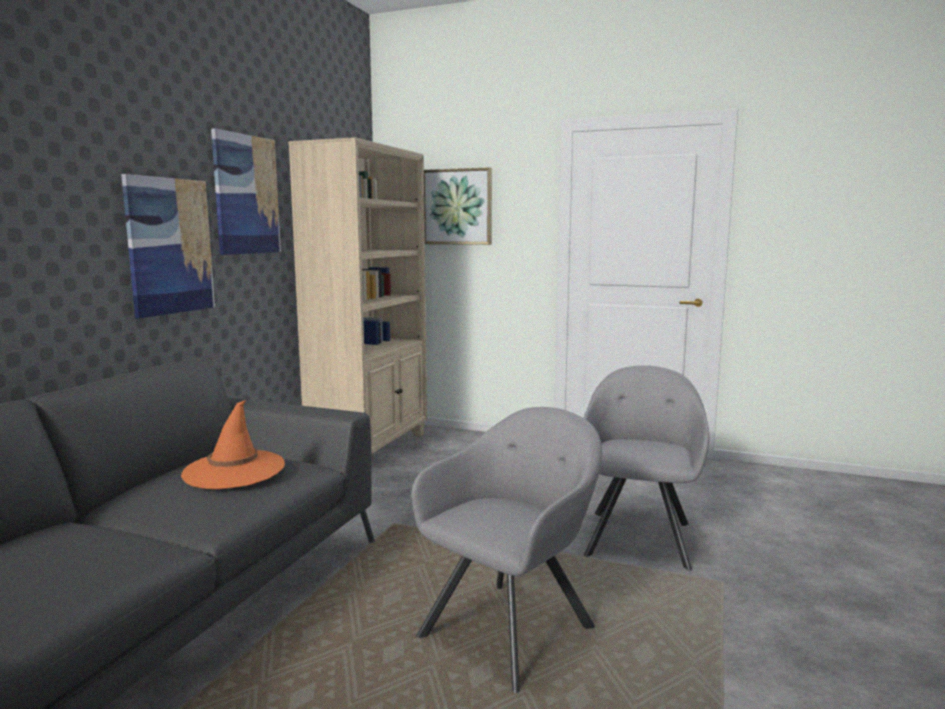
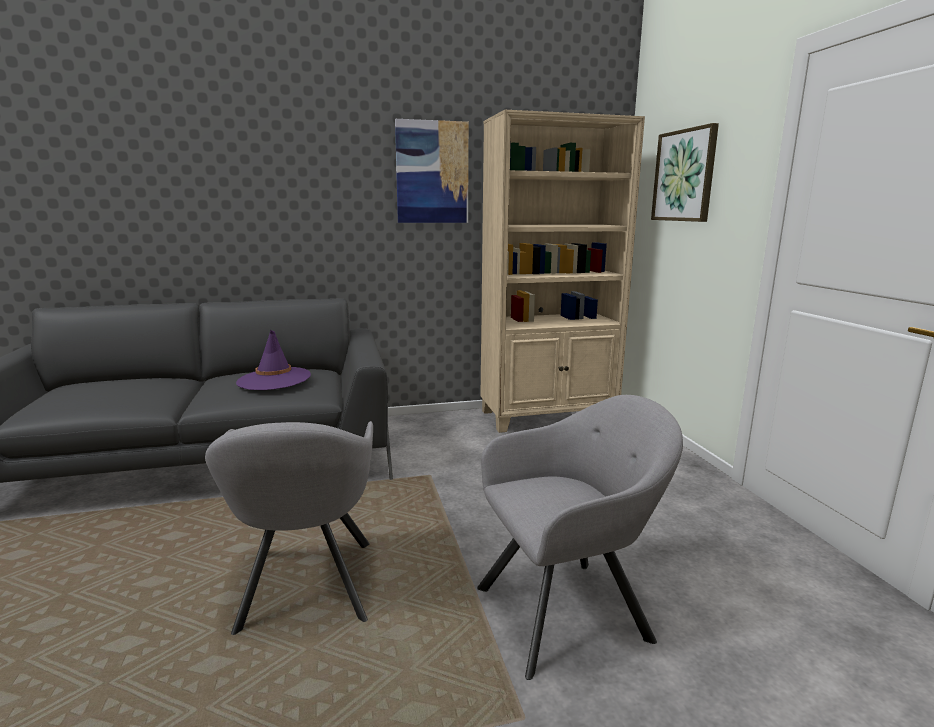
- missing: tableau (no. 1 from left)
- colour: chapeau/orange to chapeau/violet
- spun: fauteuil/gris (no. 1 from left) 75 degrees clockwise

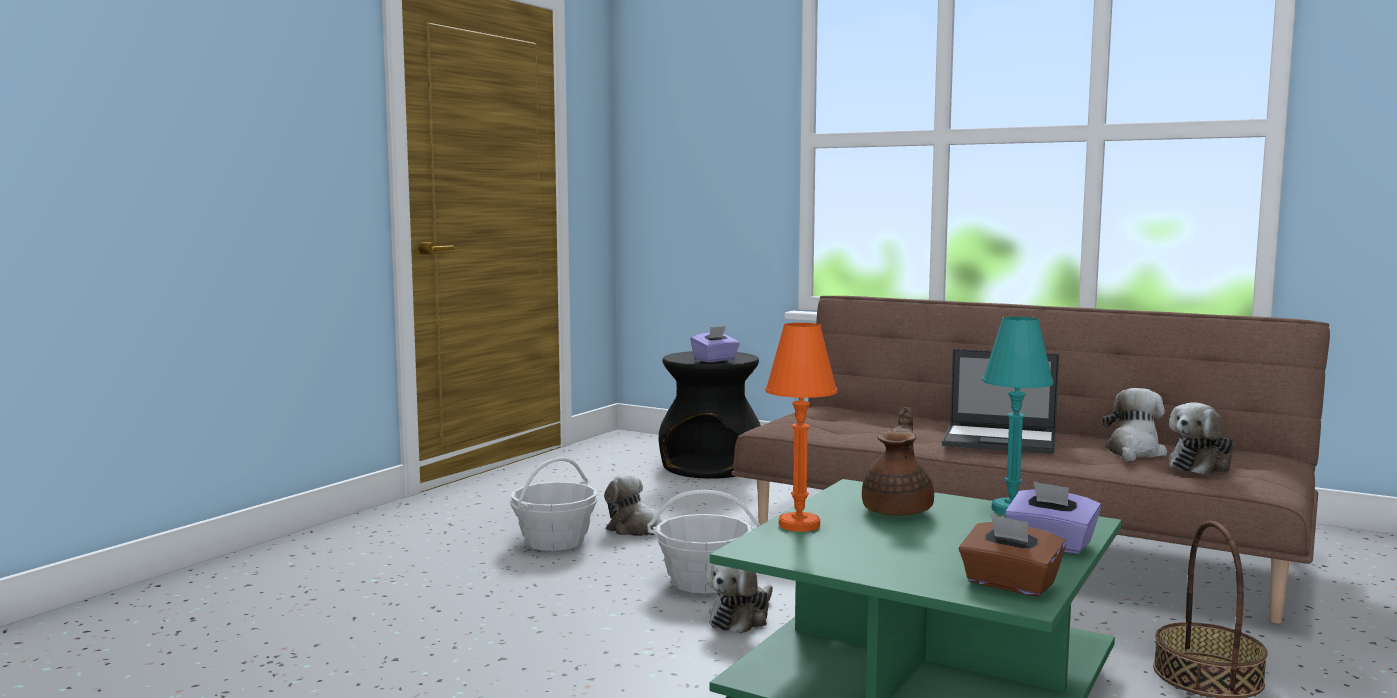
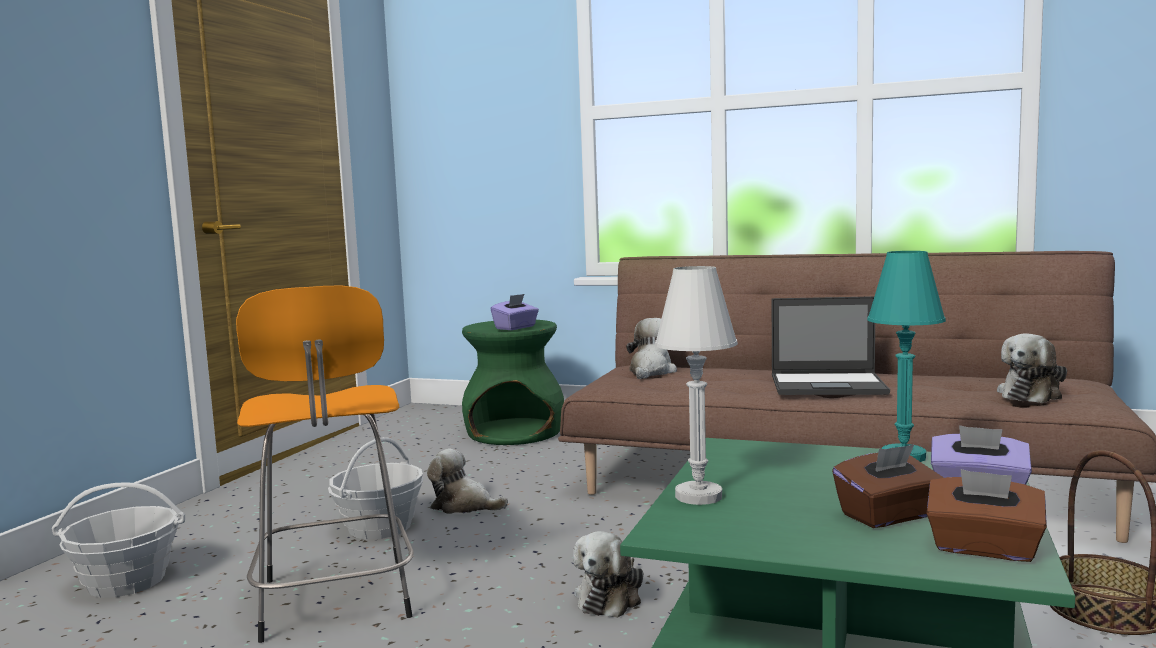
- missing: théière/marron
- appeared: tabouret/orange
- appeared: boîte à mouchoirs/marron (no. 1 from left)
- relocated: panier (no. 2 from left in the first image) to panier (no. 1 from left)
- relocated: peluche (no. 3 from left)
- colour: tabouret/noir to tabouret/vert
- colour: lampe de table/orange to lampe de table/blanc

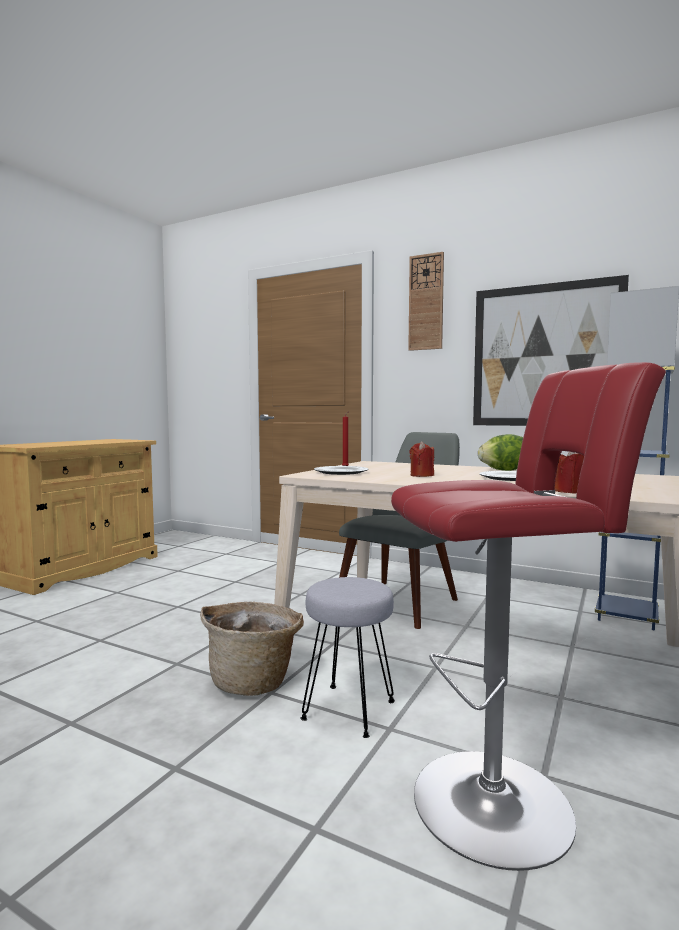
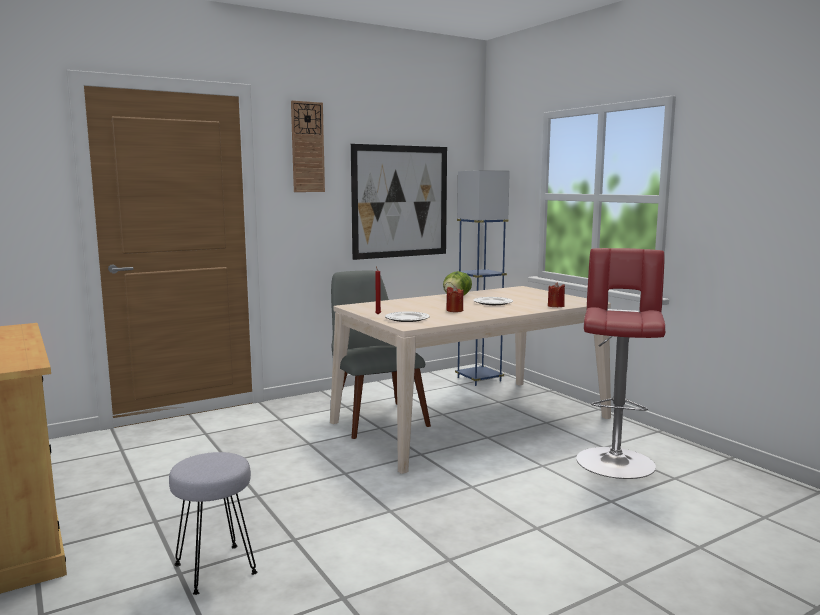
- missing: panier
- relocated: tabouret/gris

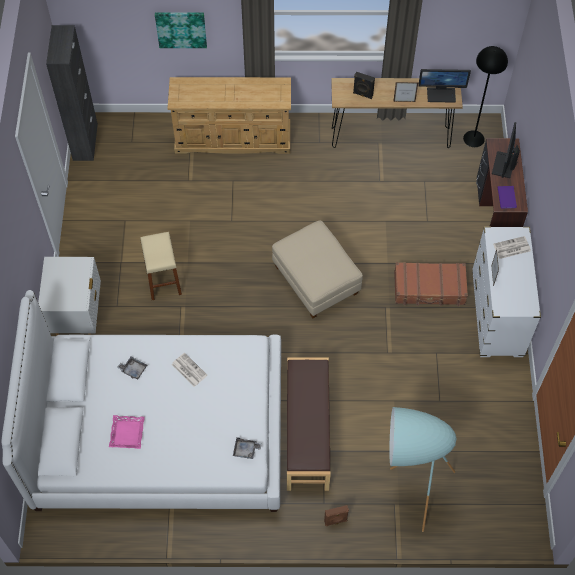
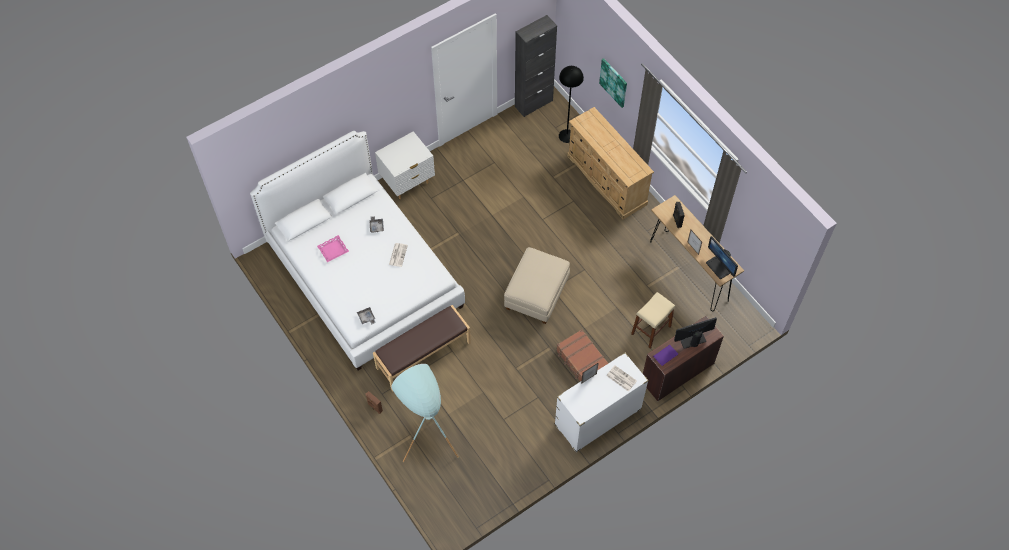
- relocated: tabouret/beige
- relocated: lampadaire/noir

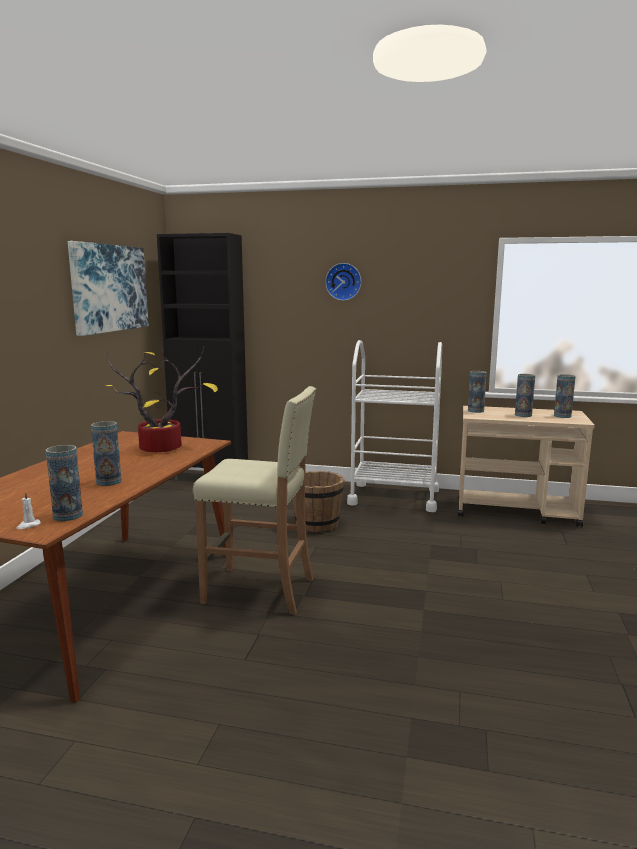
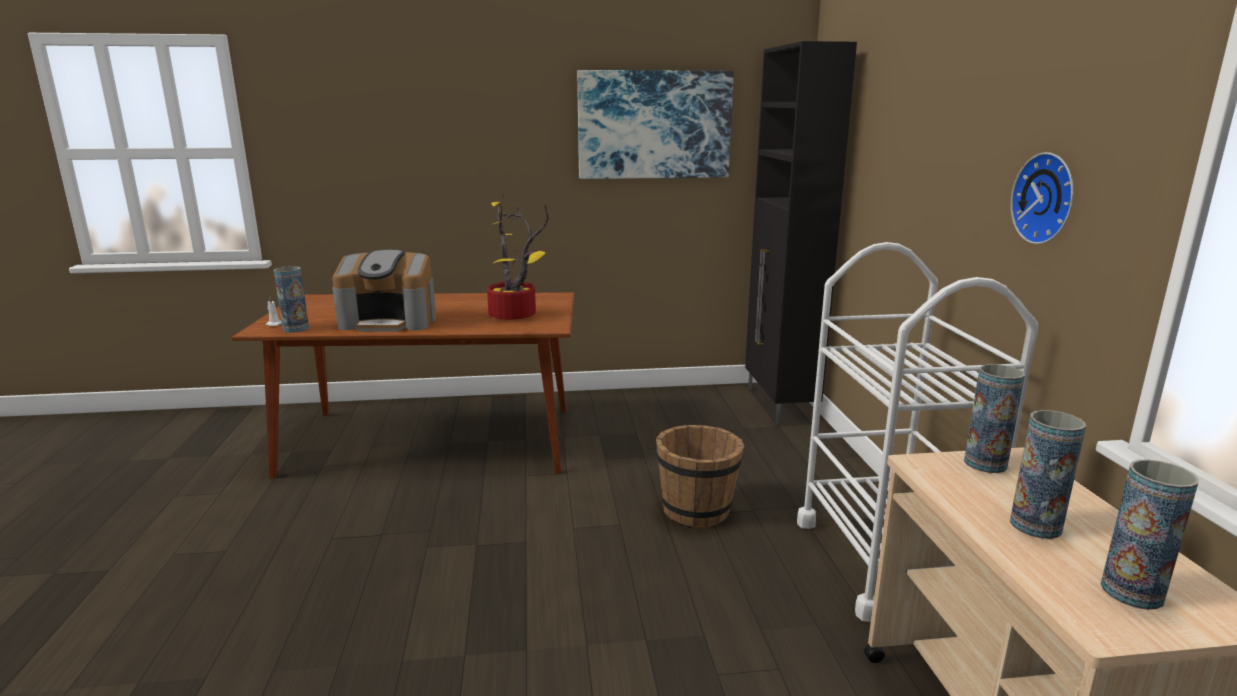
- missing: tabouret/beige
- relocated: horloge murale
- exchanged: vase (no. 2 from left) to machine à café

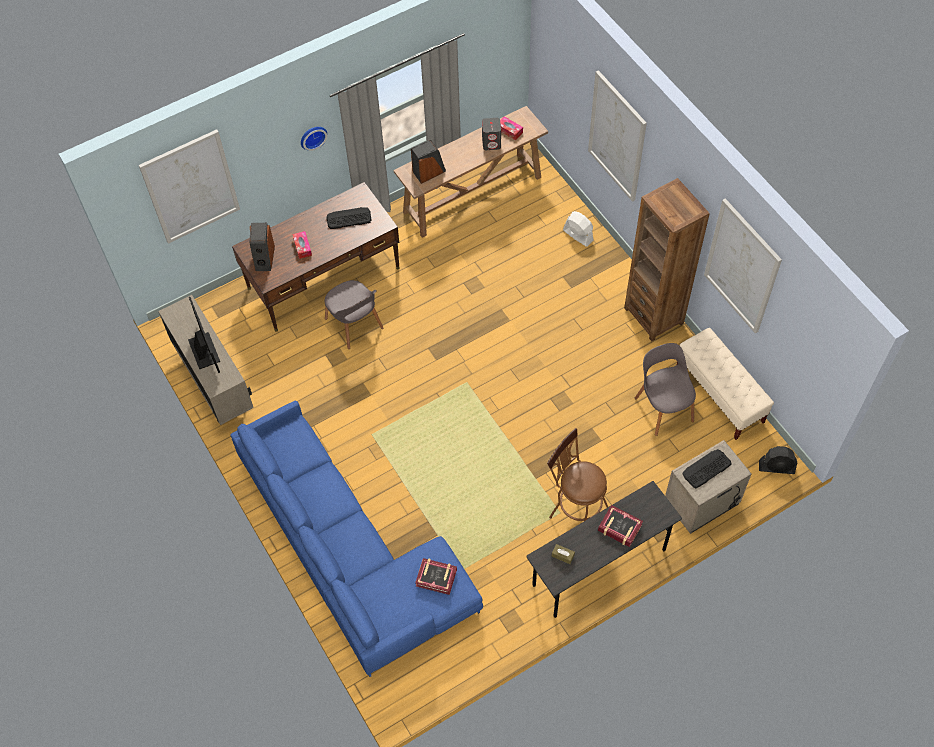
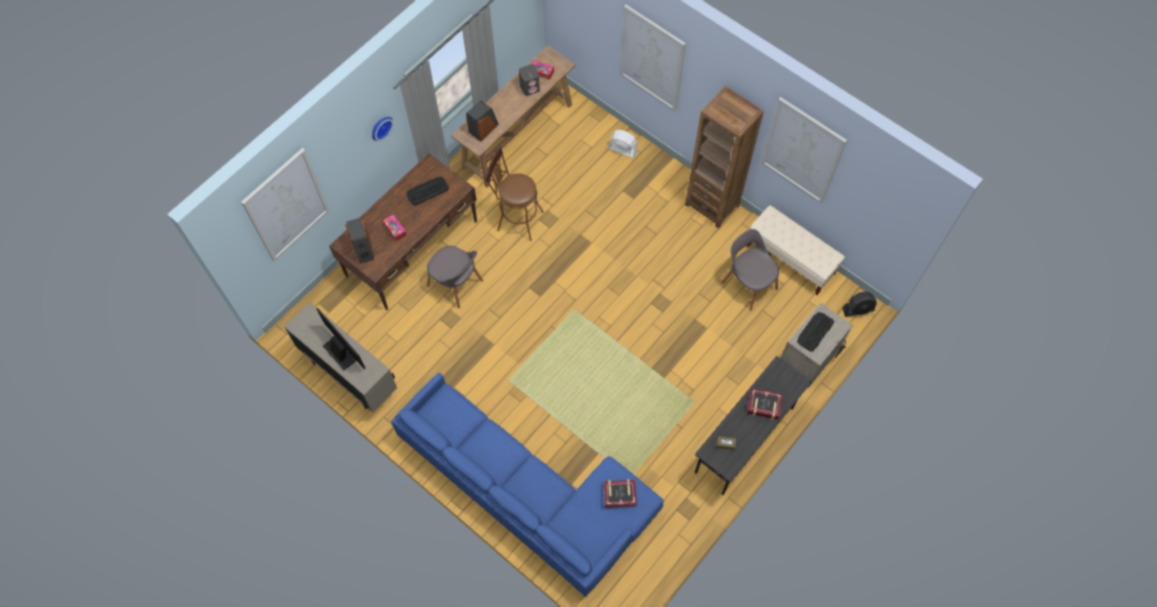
- relocated: tabouret/marron

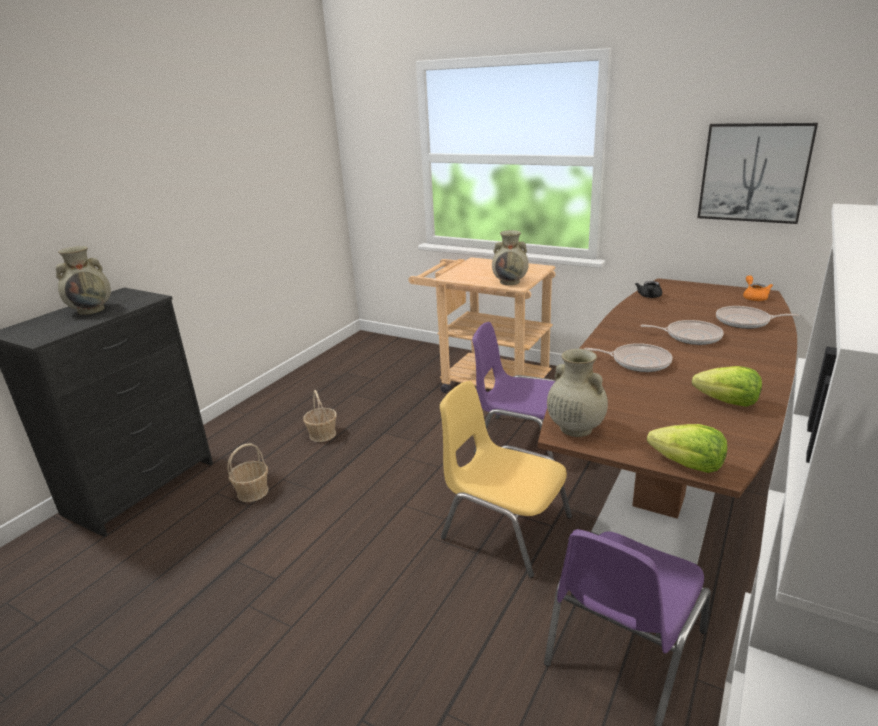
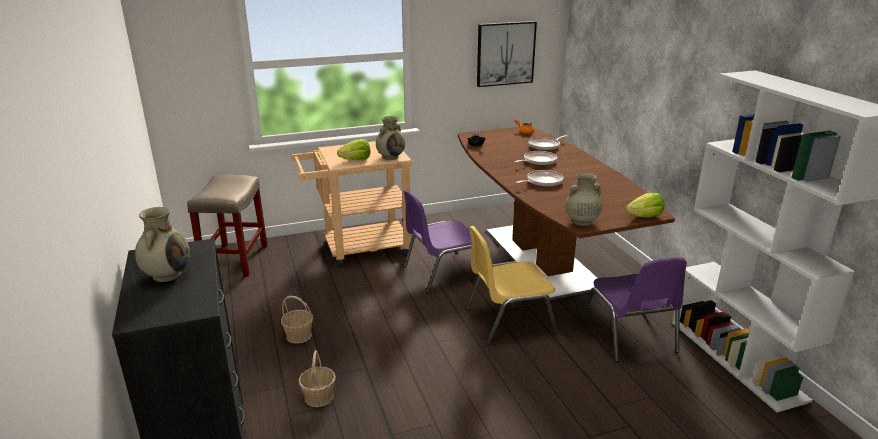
- appeared: tabouret/beige
- relocated: laitue (no. 2 from left in the first image) to laitue (no. 1 from left)

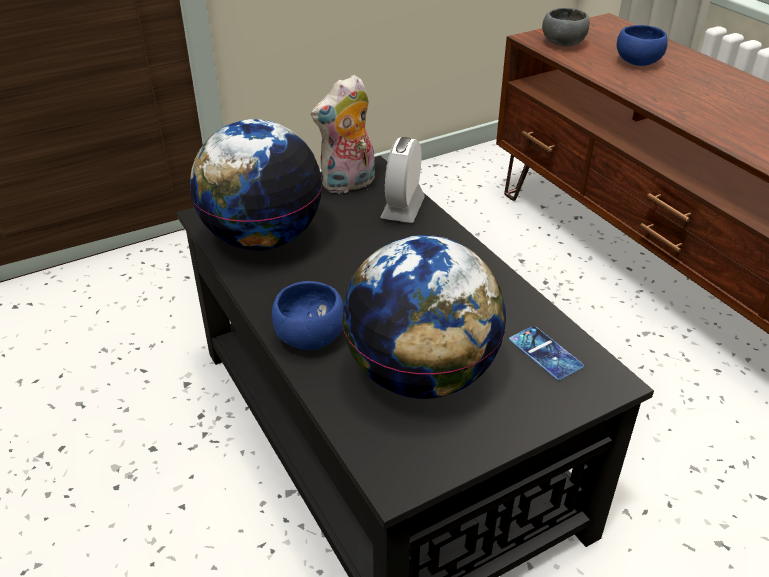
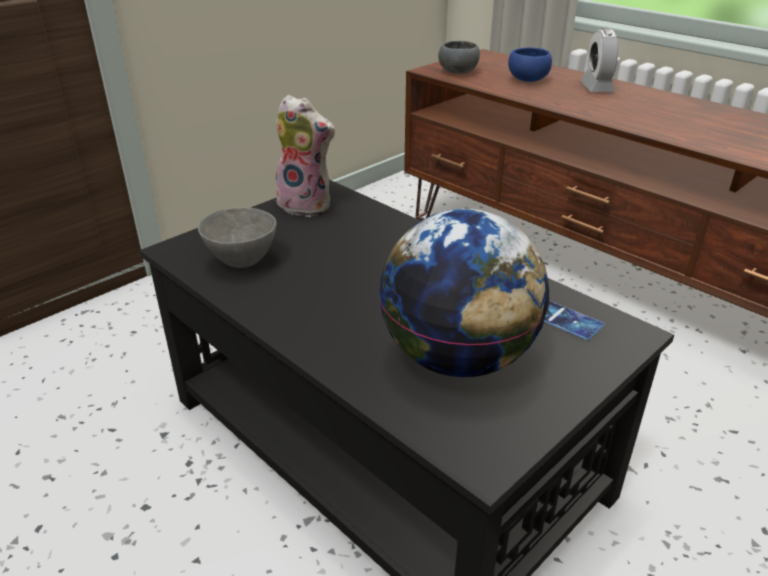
- missing: bol/bleu (no. 1 from left)
- relocated: réveil
- exchanged: globe (no. 1 from left) to bol/gris (no. 1 from left)
- spun: peluche 105 degrees counterclockwise

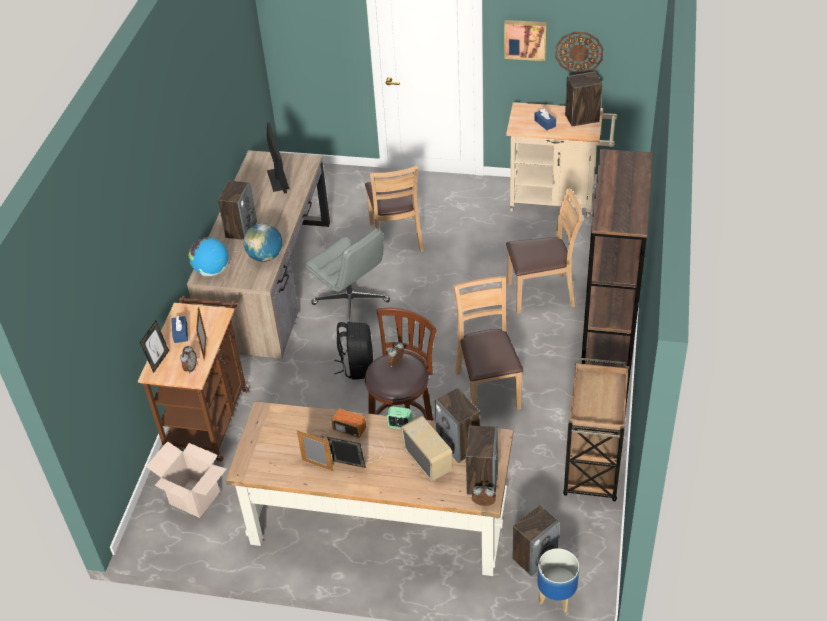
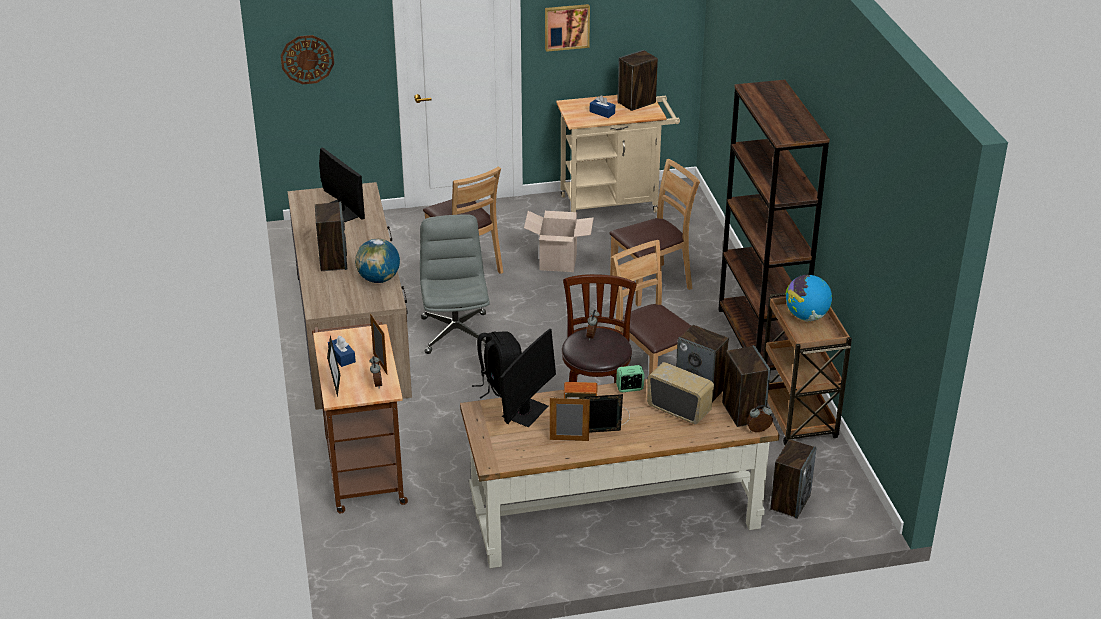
- missing: cache-pot
- appeared: écran d'ordinateur (no. 2 from left)
- relocated: carton
- relocated: globe (no. 1 from left in the first image) to globe (no. 2 from left)
- relocated: horloge murale
- spun: chaise de bureau/gris 120 degrees counterclockwise

